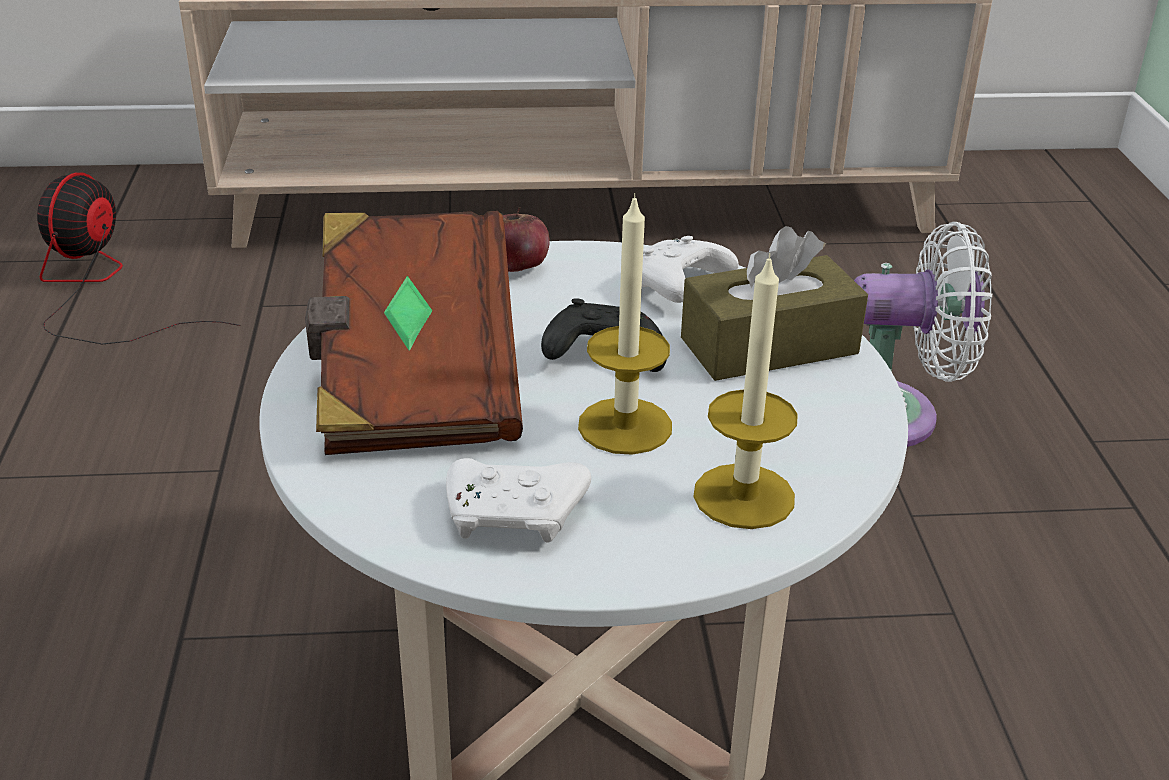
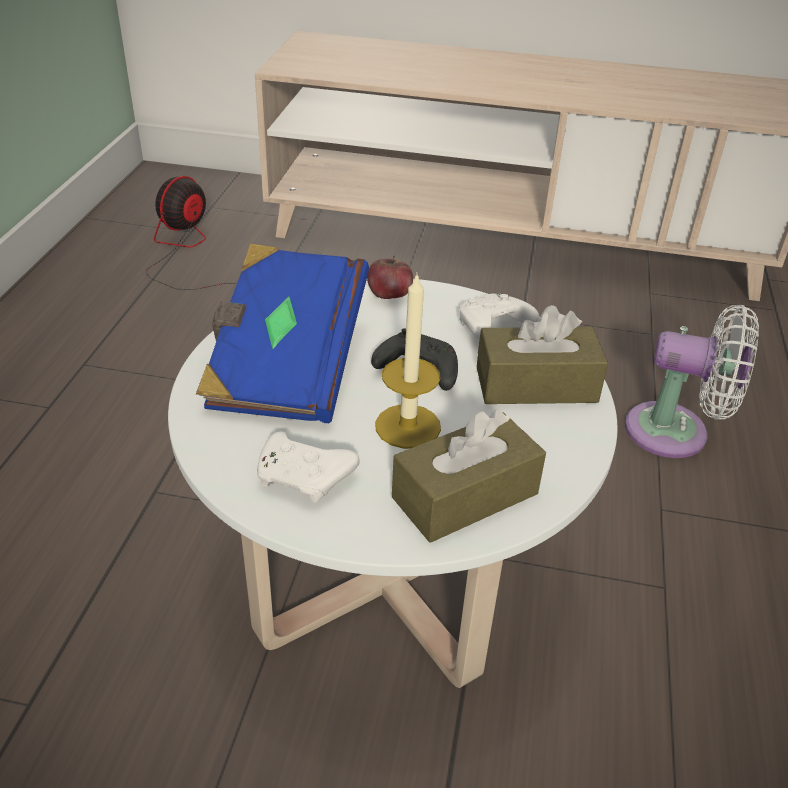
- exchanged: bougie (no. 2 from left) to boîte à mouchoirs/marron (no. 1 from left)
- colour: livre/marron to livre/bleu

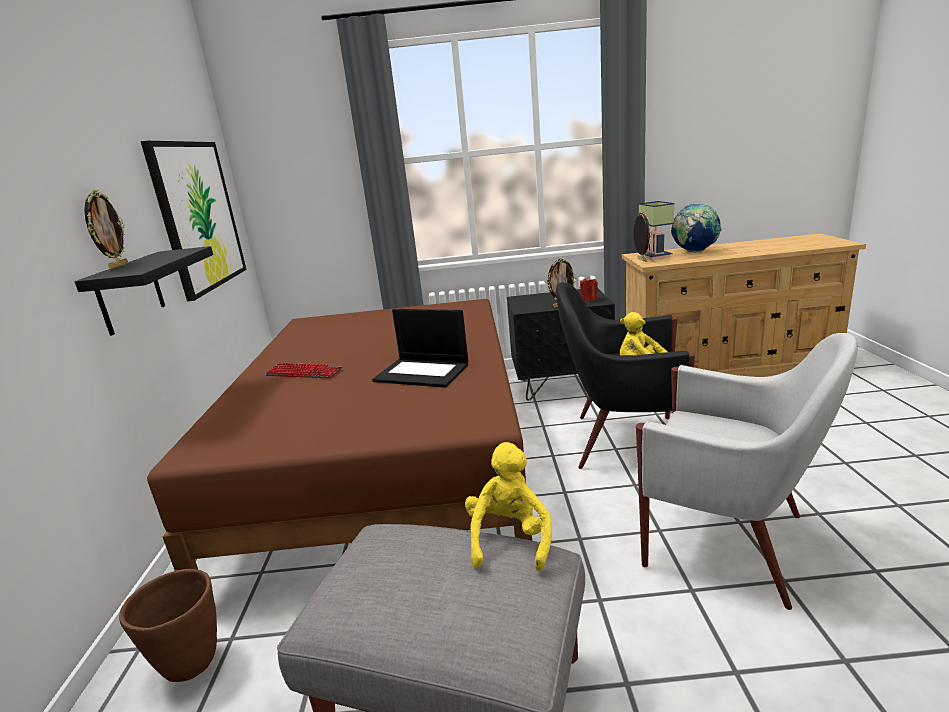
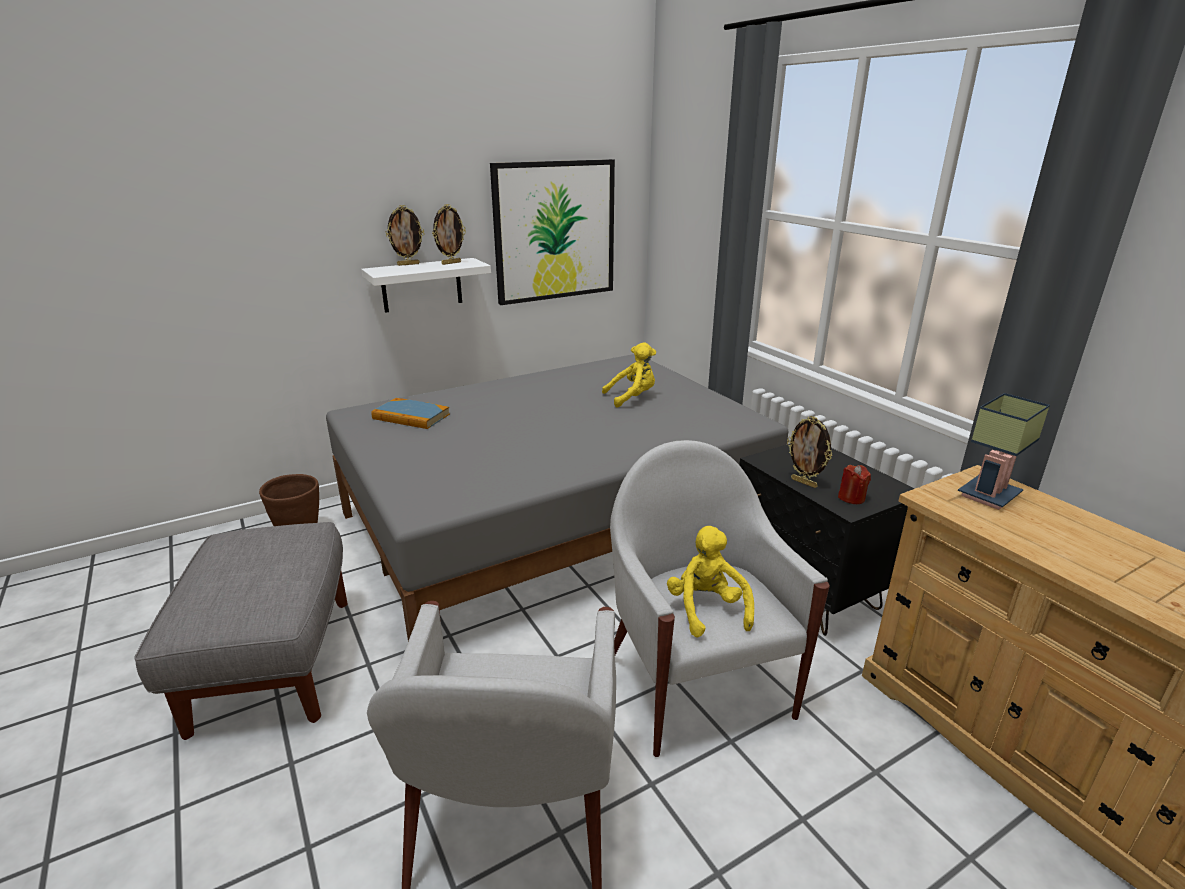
- missing: clavier
- missing: ordinateur portable
- missing: globe
- appeared: livre
- relocated: peluche/jaune (no. 1 from left)
- relocated: cadre photo (no. 3 from left in the first image) to cadre photo (no. 2 from left)
- colour: étagère/noir to étagère/blanc
- colour: lit/marron to lit/gris
- colour: fauteuil/noir to fauteuil/blanc (no. 2 from left)

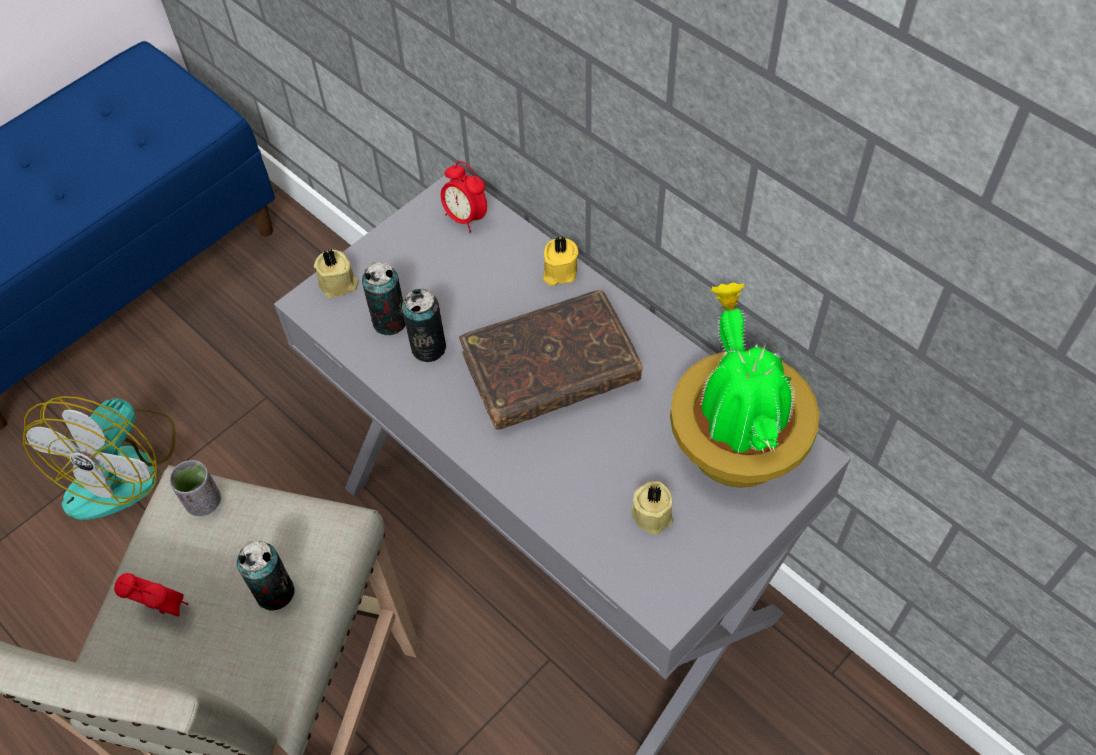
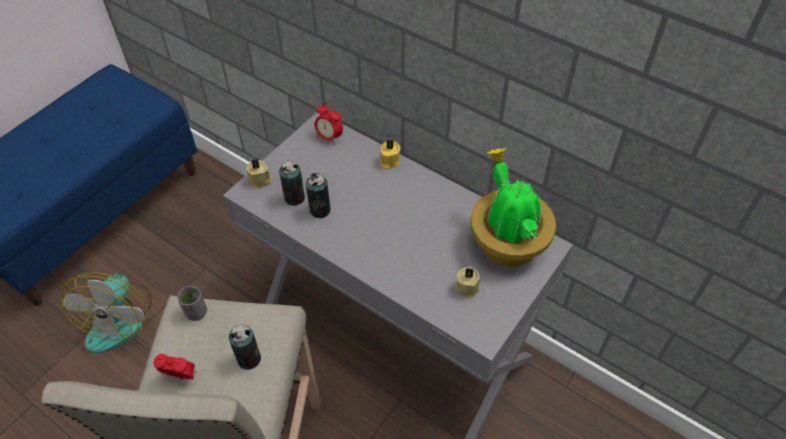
- missing: livre/marron

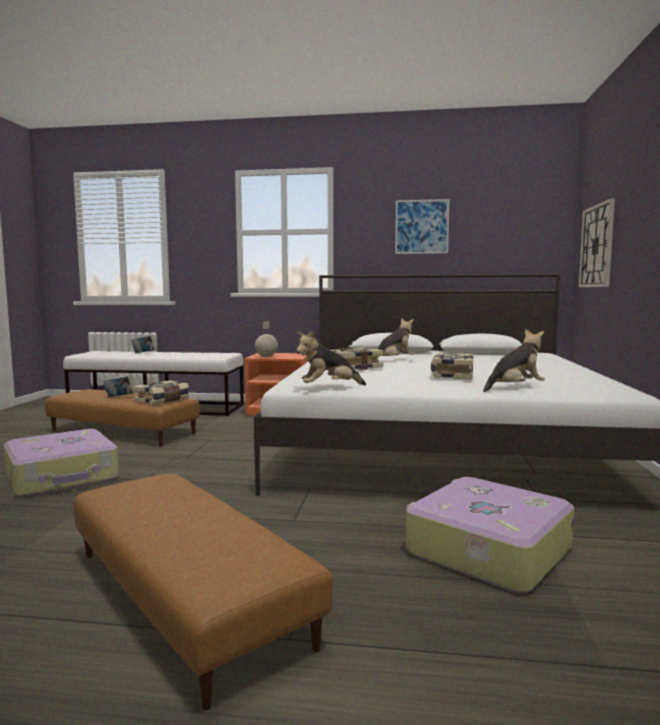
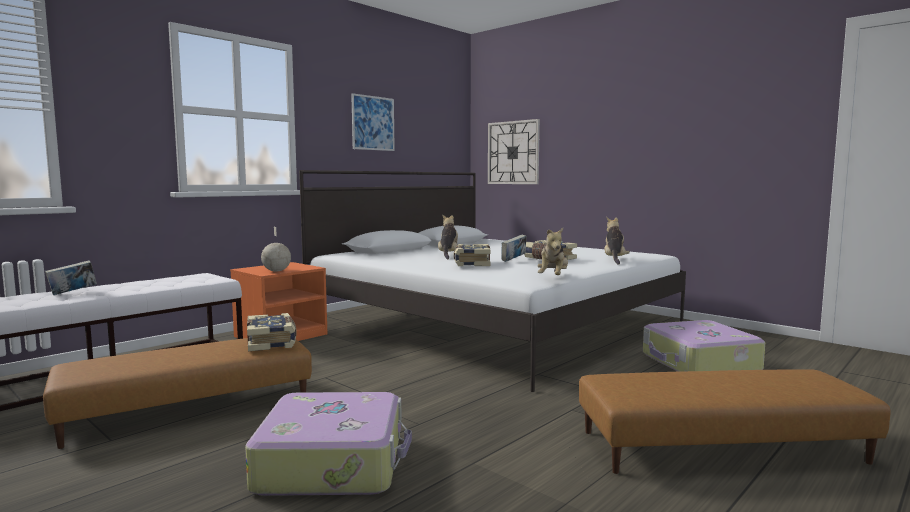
- relocated: livre (no. 1 from left in the first image) to livre (no. 4 from left)

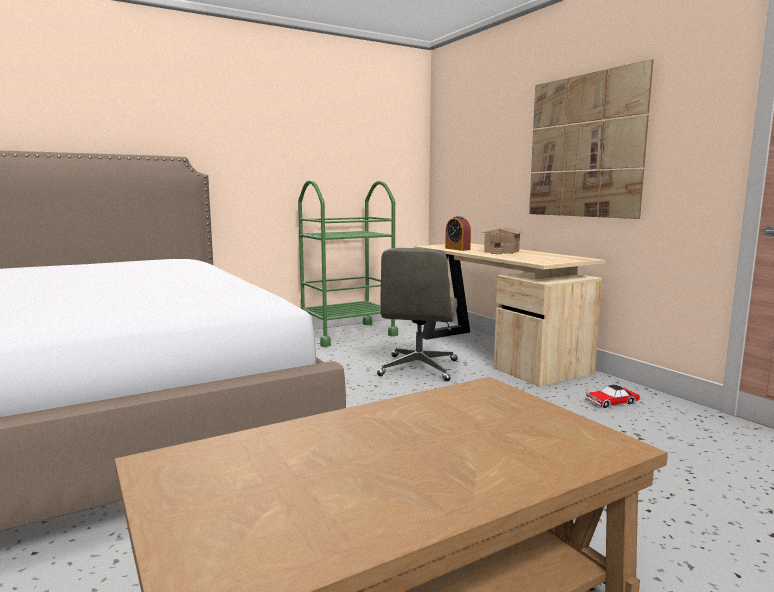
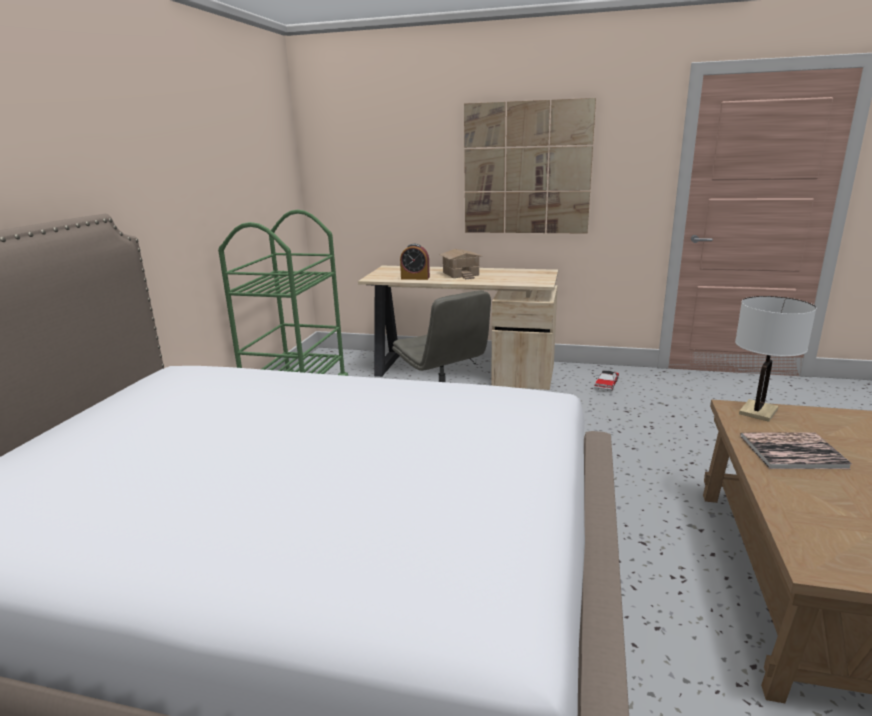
- appeared: lampe de table/blanc
- appeared: livre

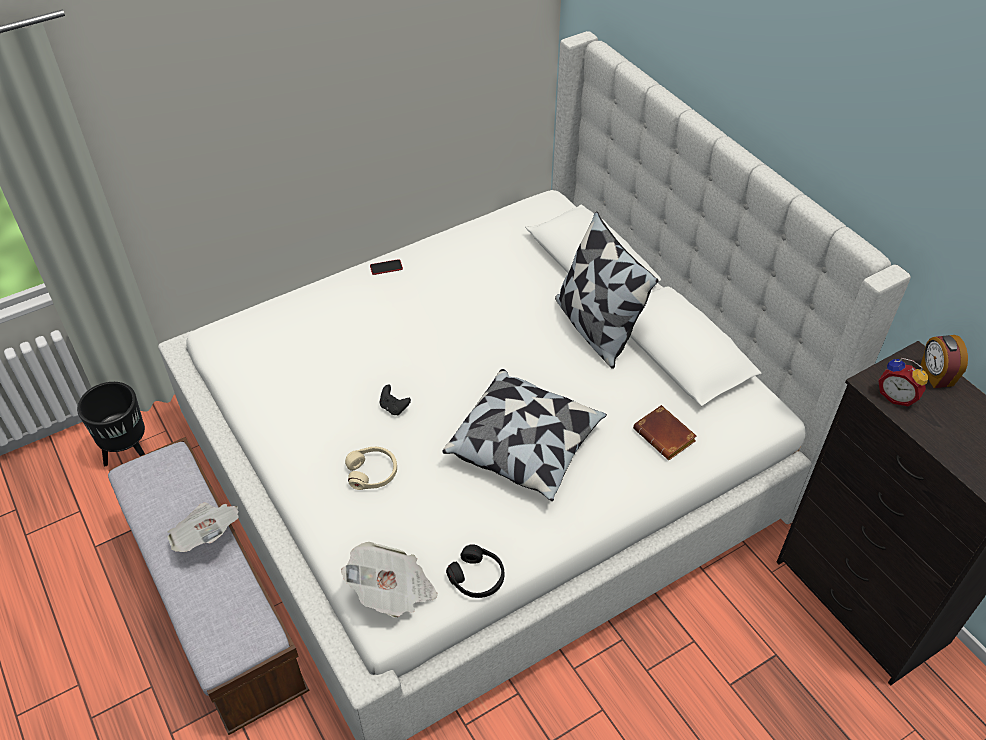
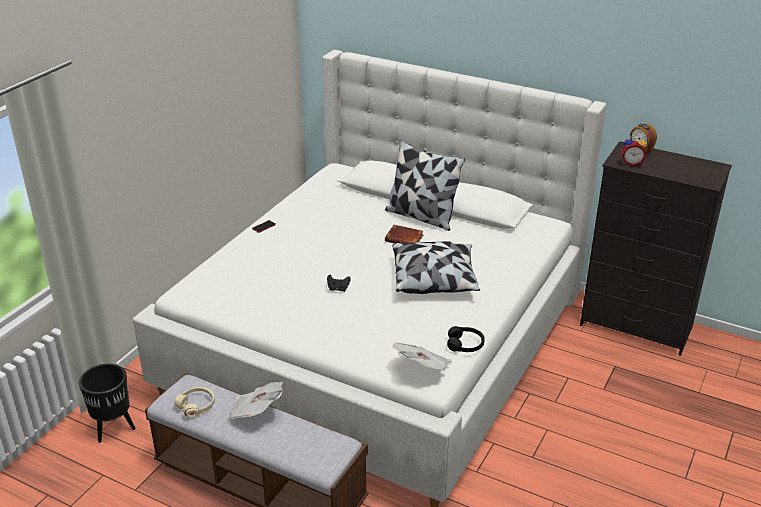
- relocated: casque audio/beige
- relocated: livre/marron

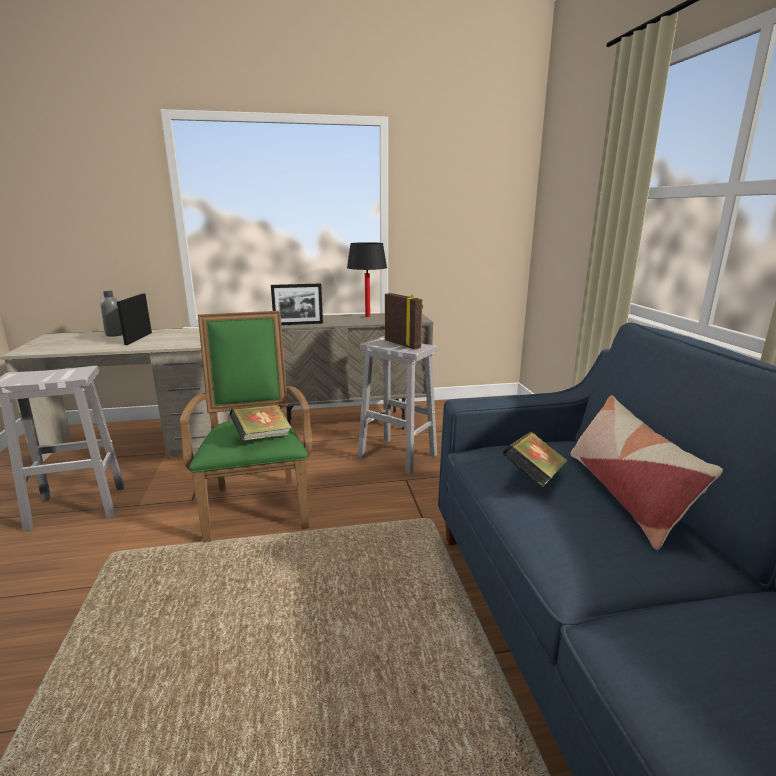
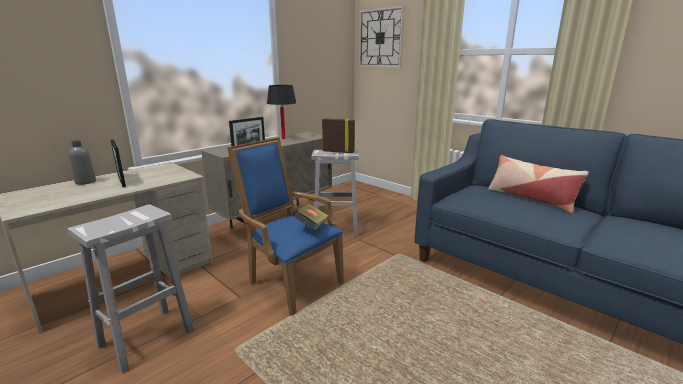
- missing: livre (no. 2 from left)
- appeared: horloge murale
- colour: fauteuil/vert to fauteuil/bleu

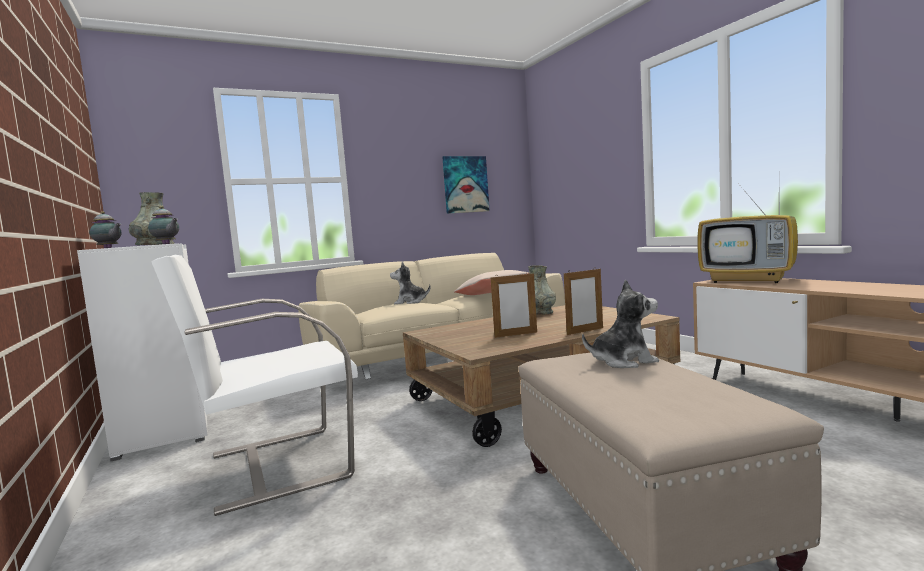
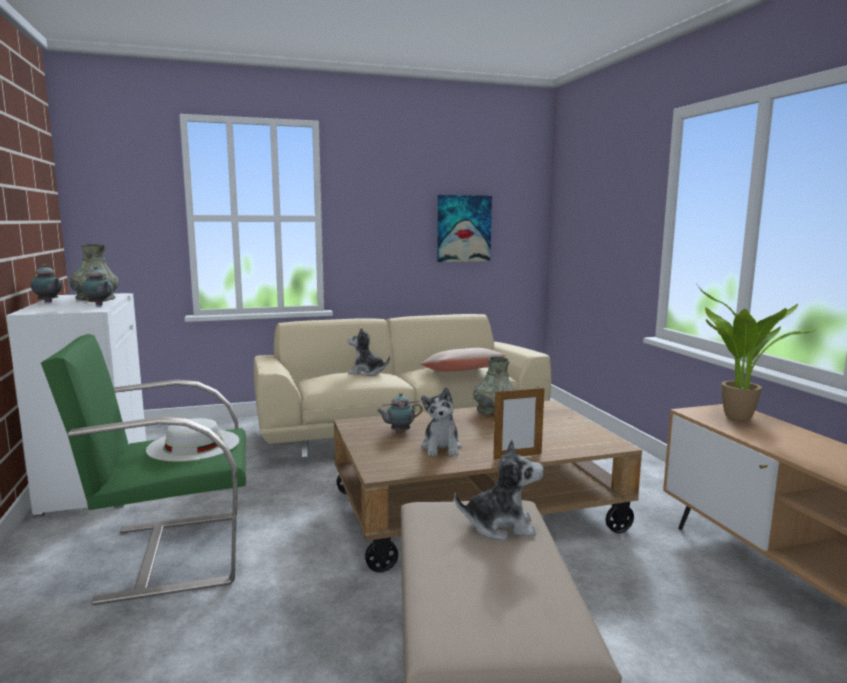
- appeared: chapeau/blanc
- appeared: théière (no. 3 from left)
- exchanged: cadre photo (no. 1 from left) to peluche (no. 2 from left)
- exchanged: téléviseur to plante en pot
- colour: fauteuil/blanc to fauteuil/vert

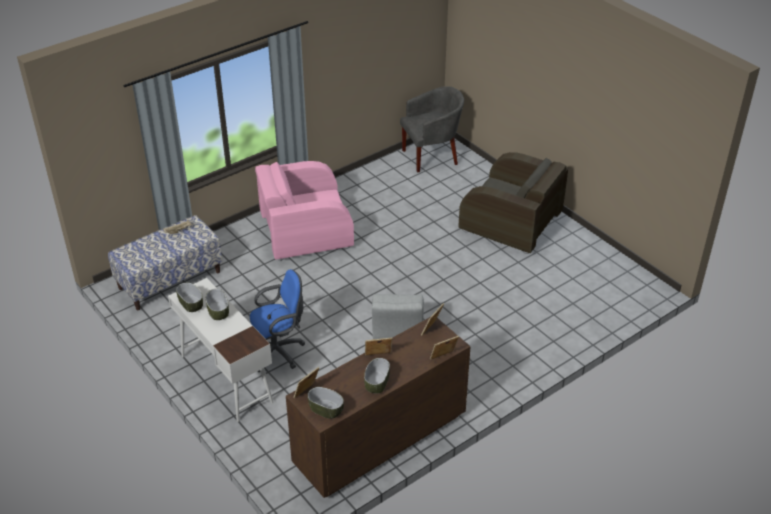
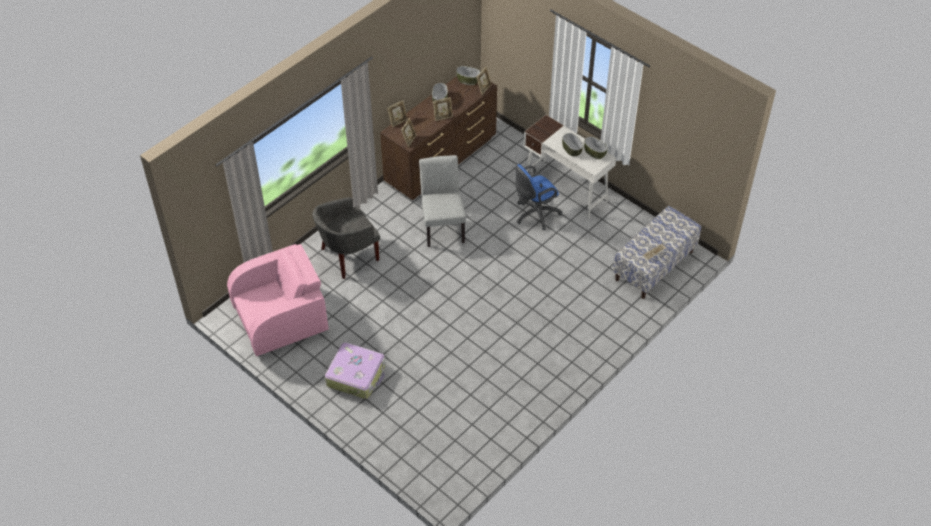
- relocated: fauteuil/rose
- relocated: fauteuil/gris
- exchanged: fauteuil/marron to valise

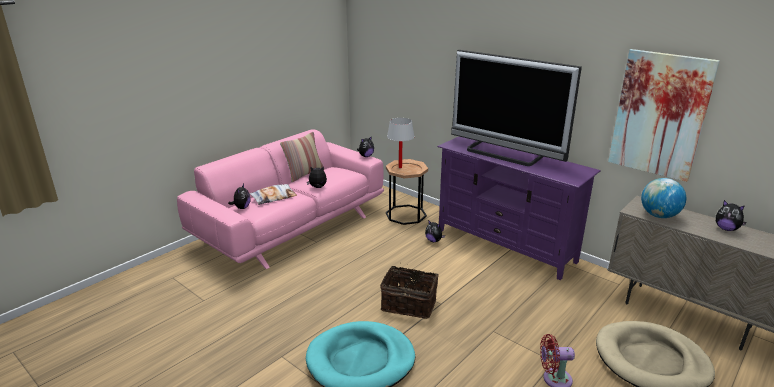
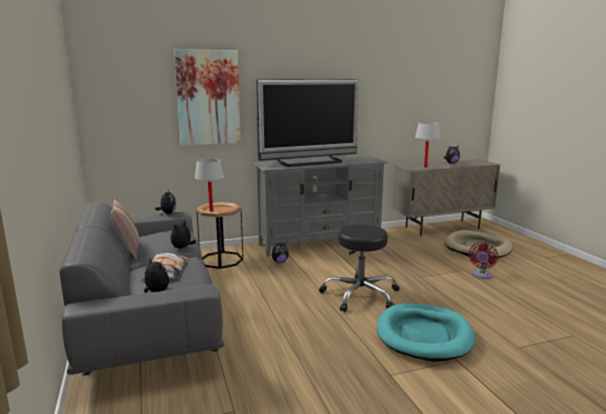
- relocated: tableau
- exchanged: panier to tabouret/noir
- exchanged: globe to lampe de table/blanc (no. 2 from left)
- colour: canapé/rose to canapé/gris
- colour: meuble télé/violet to meuble télé/gris

